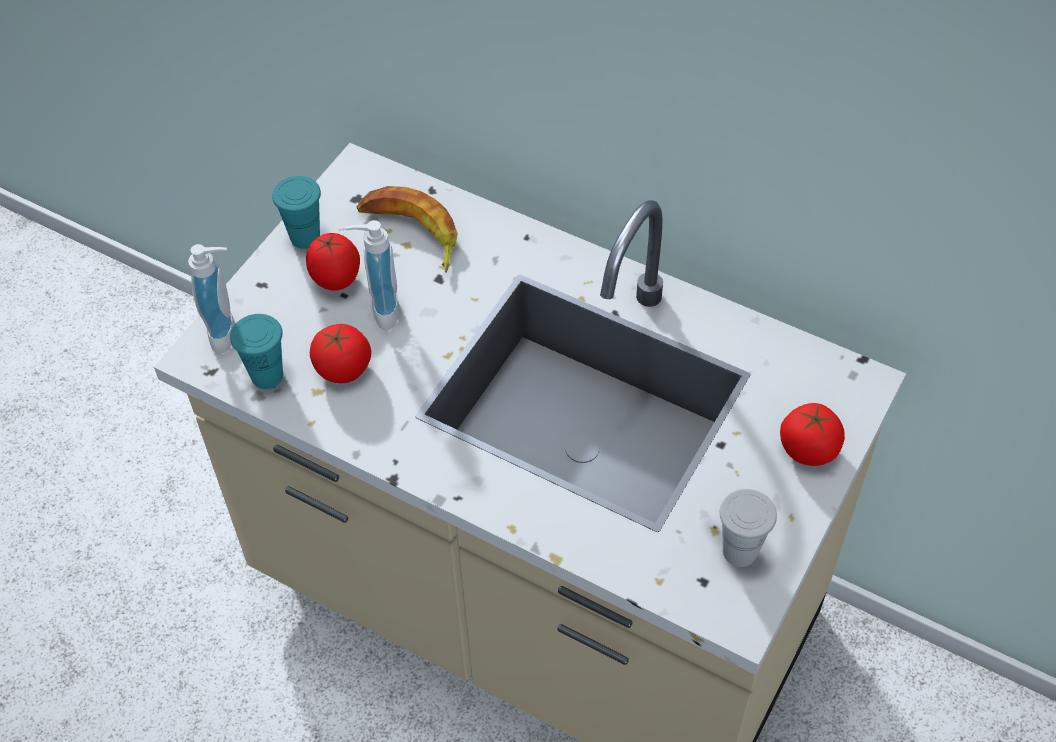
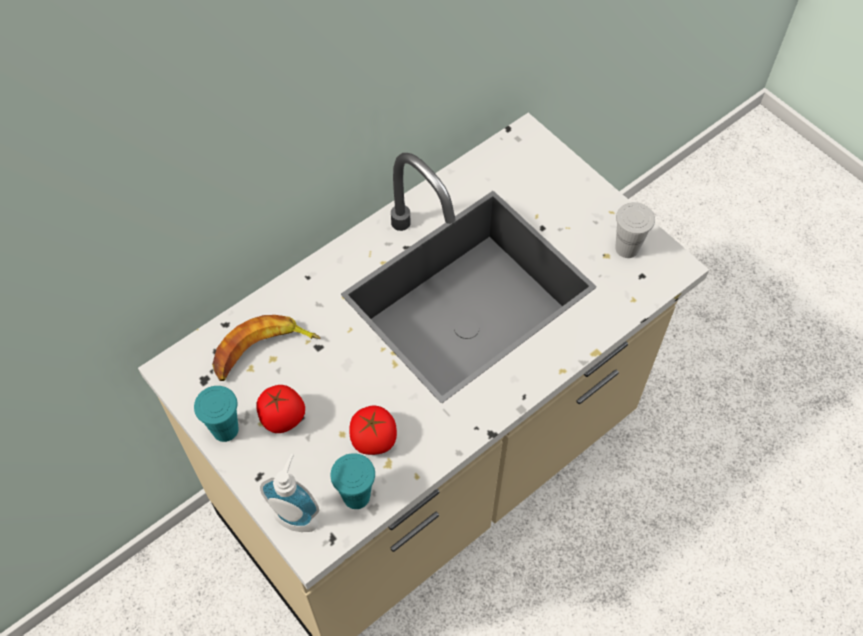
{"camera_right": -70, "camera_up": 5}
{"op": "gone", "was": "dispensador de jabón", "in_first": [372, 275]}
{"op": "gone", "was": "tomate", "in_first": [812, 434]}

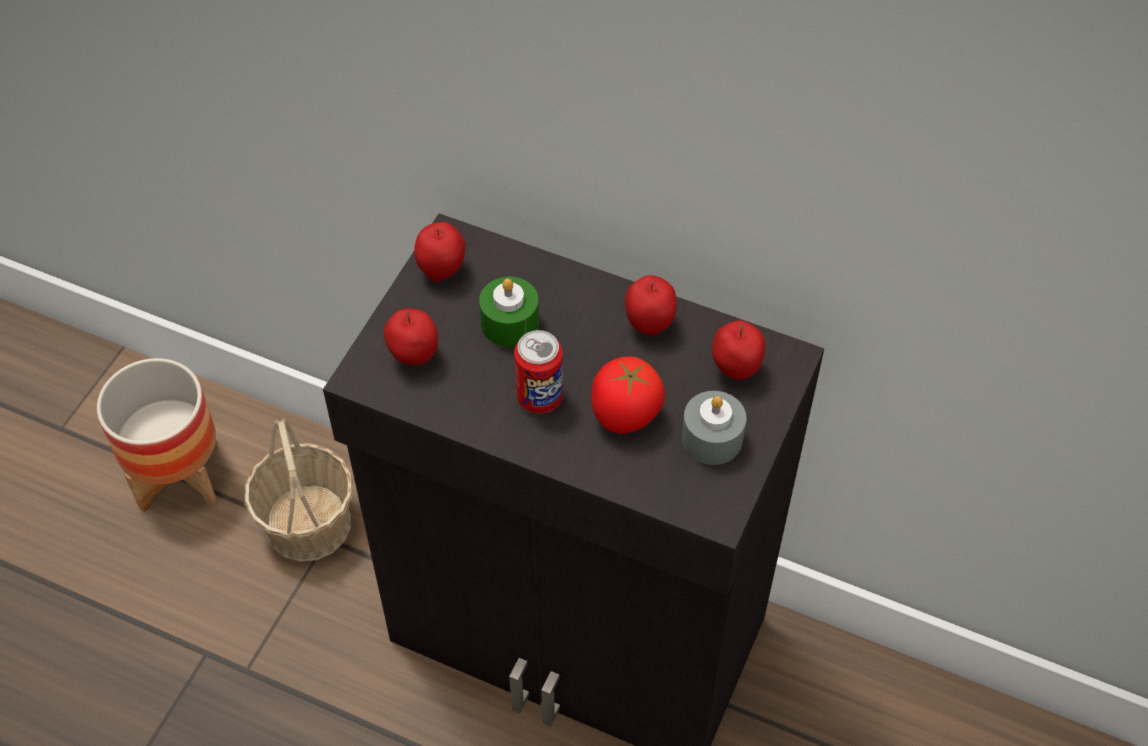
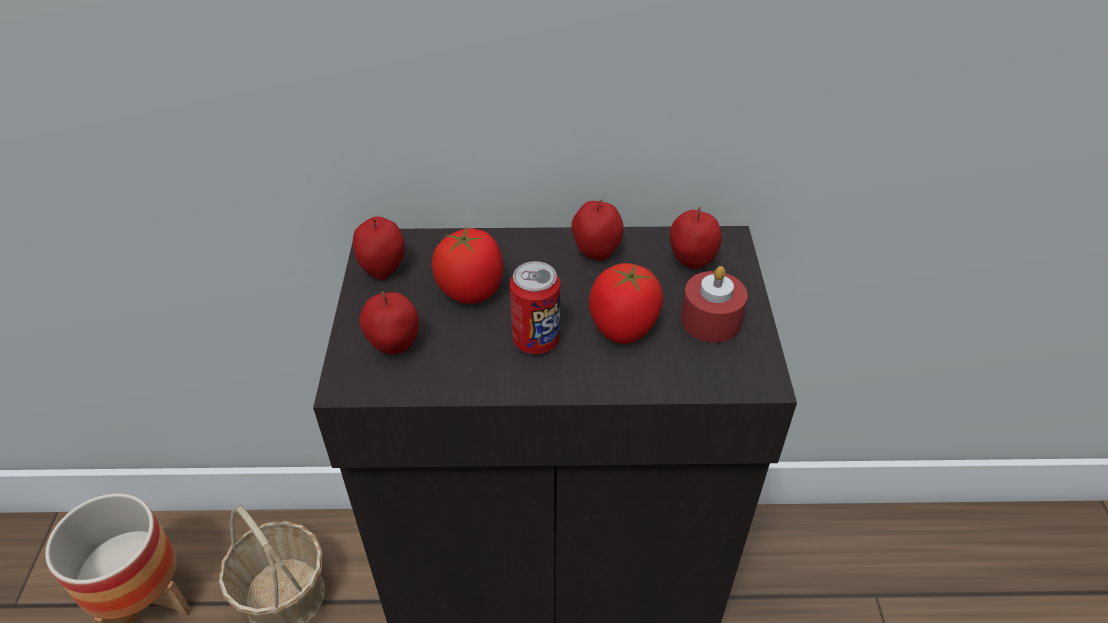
{"camera_right": -25, "camera_up": -10}
{"op": "swapped", "was": "vela (verde)", "now": "tomate", "in_first": [509, 312], "in_second": [467, 265]}
{"op": "repainted", "was": "vela (gris)", "now": "vela (rojo)", "in_first": [714, 428], "in_second": [714, 304]}

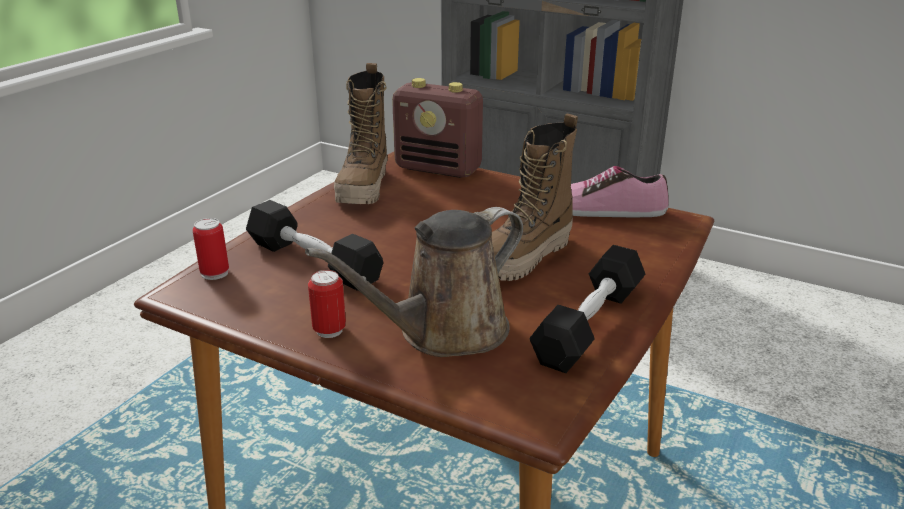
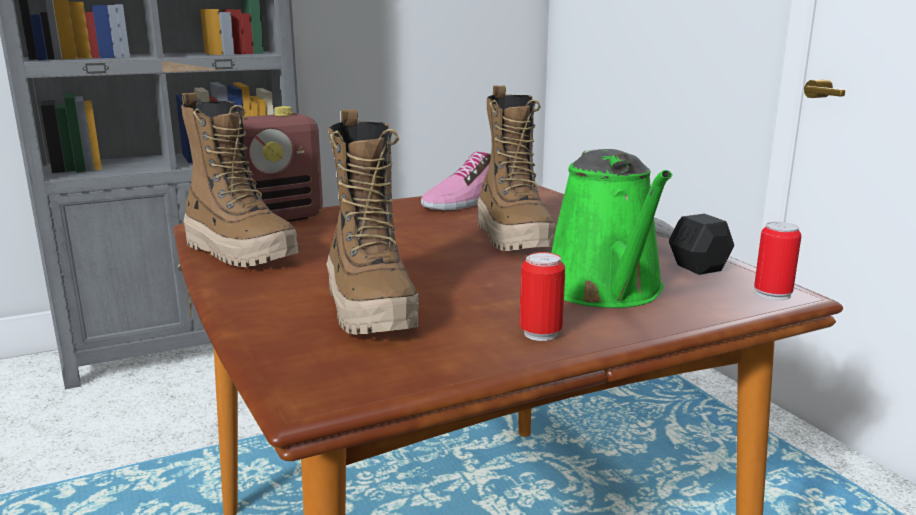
{"camera_right": -55, "camera_up": -10}
{"op": "swapped", "was": "mancuerna (negro)", "now": "bota", "in_first": [314, 245], "in_second": [372, 222]}
{"op": "repainted", "was": "regadera (marrón)", "now": "regadera (verde)", "in_first": [414, 282], "in_second": [612, 228]}
{"op": "shifted", "was": "lata", "in_first": [211, 249], "in_second": [777, 261]}

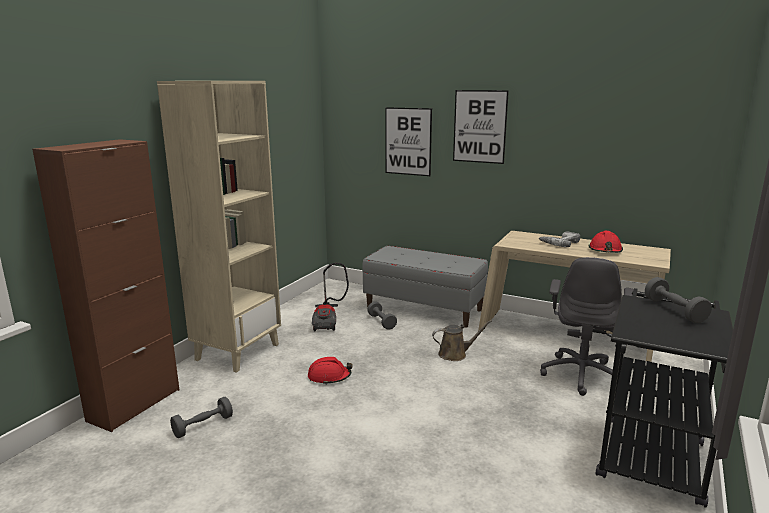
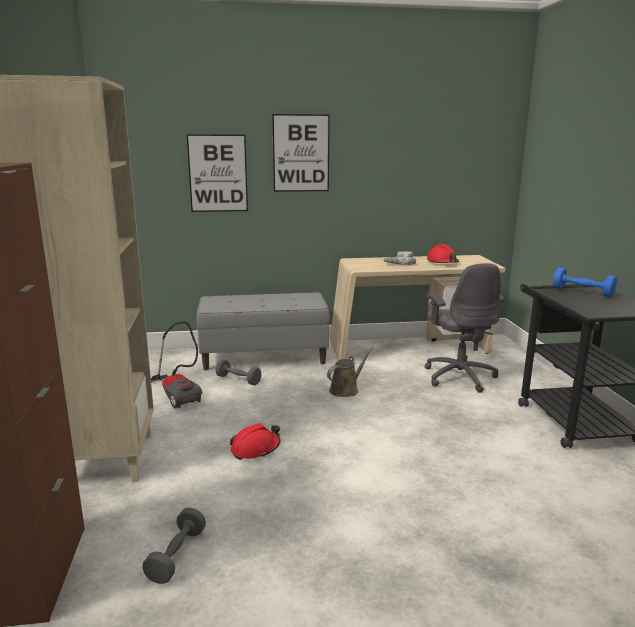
{"camera_right": -35, "camera_up": 0}
{"op": "repainted", "was": "mancuerna (gris)", "now": "mancuerna (azul)", "in_first": [678, 300], "in_second": [585, 282]}

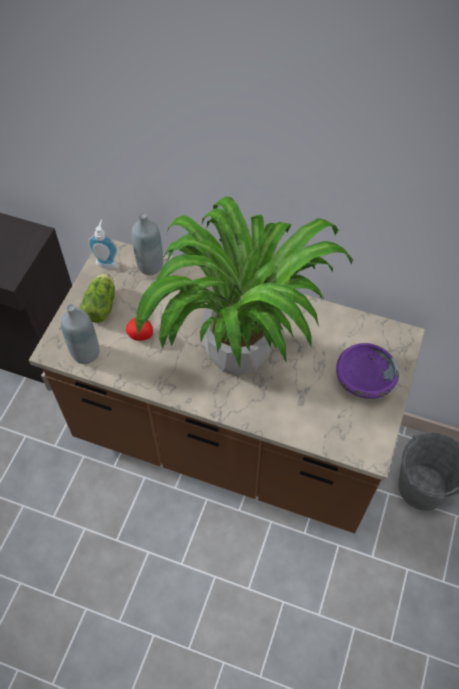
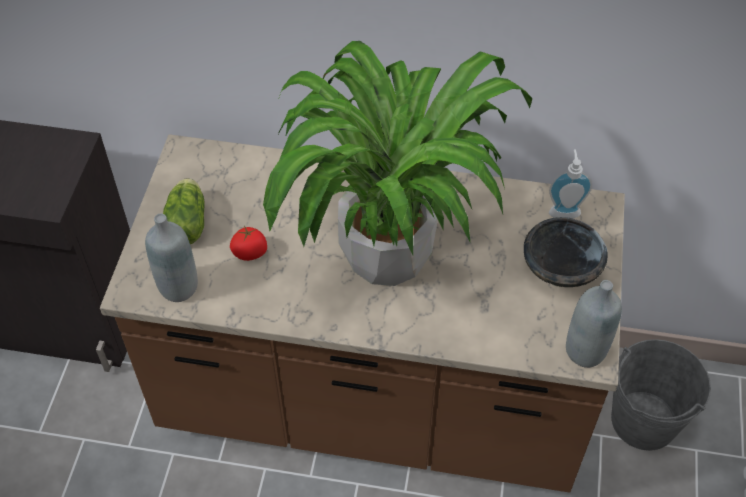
{"camera_right": -10, "camera_up": -5}
{"op": "repainted", "was": "cuenco (morado)", "now": "cuenco (negro)", "in_first": [367, 371], "in_second": [566, 252]}
{"op": "shifted", "was": "dispensador de jabón", "in_first": [103, 244], "in_second": [570, 184]}
{"op": "shifted", "was": "botella (gris)", "in_first": [147, 244], "in_second": [594, 324]}

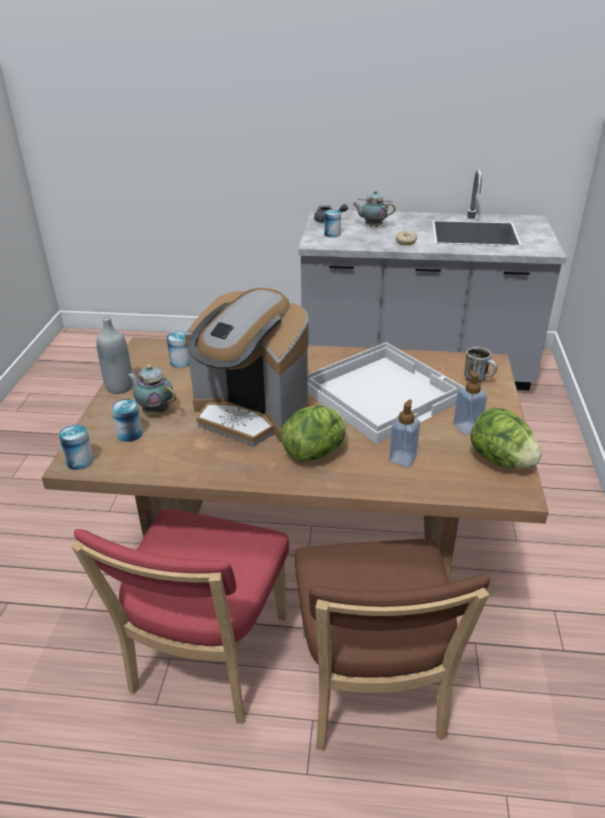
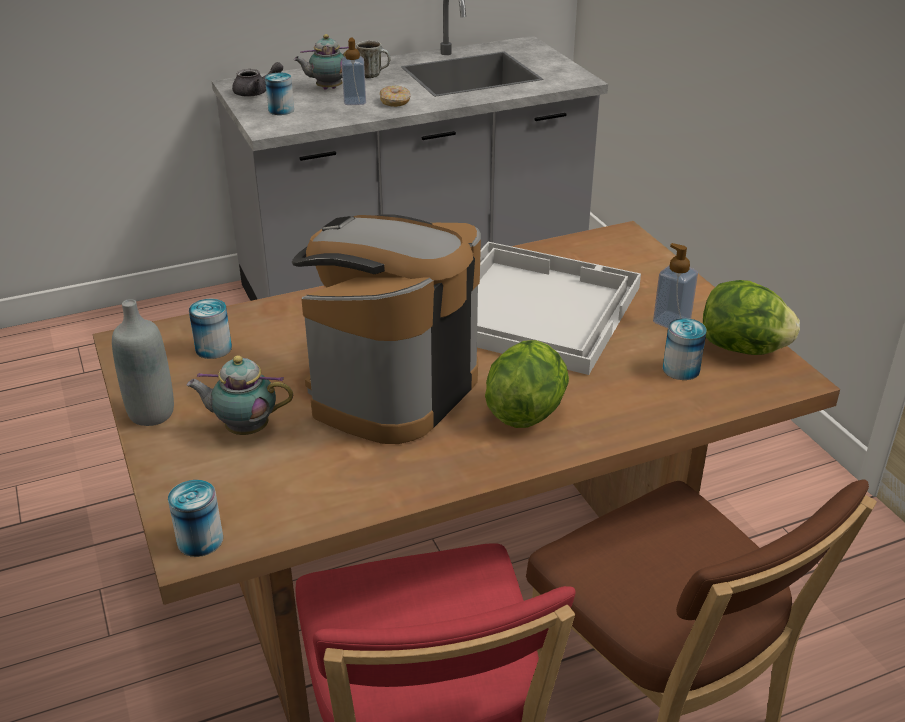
{"camera_right": -30, "camera_up": 0}
{"op": "rotated", "was": "cafetera", "in_first": [247, 367], "in_second": [386, 329], "clockwise": 120}
{"op": "shifted", "was": "dispensador de jabón", "in_first": [404, 433], "in_second": [354, 71]}
{"op": "shifted", "was": "taza grande", "in_first": [480, 365], "in_second": [373, 59]}
{"op": "shifted", "was": "lata", "in_first": [127, 420], "in_second": [685, 349]}

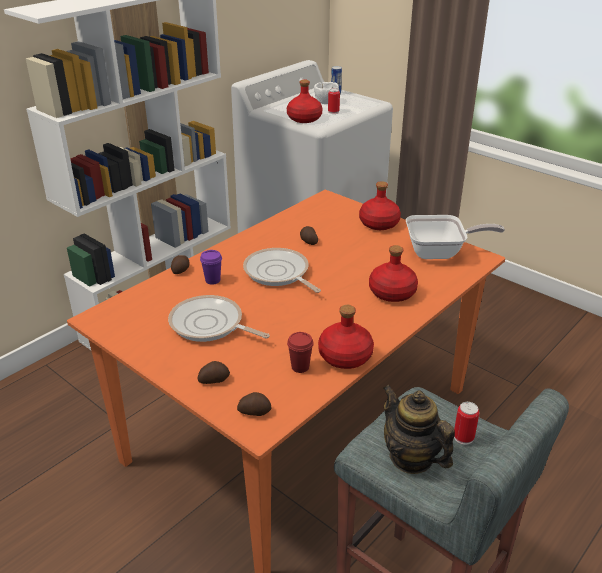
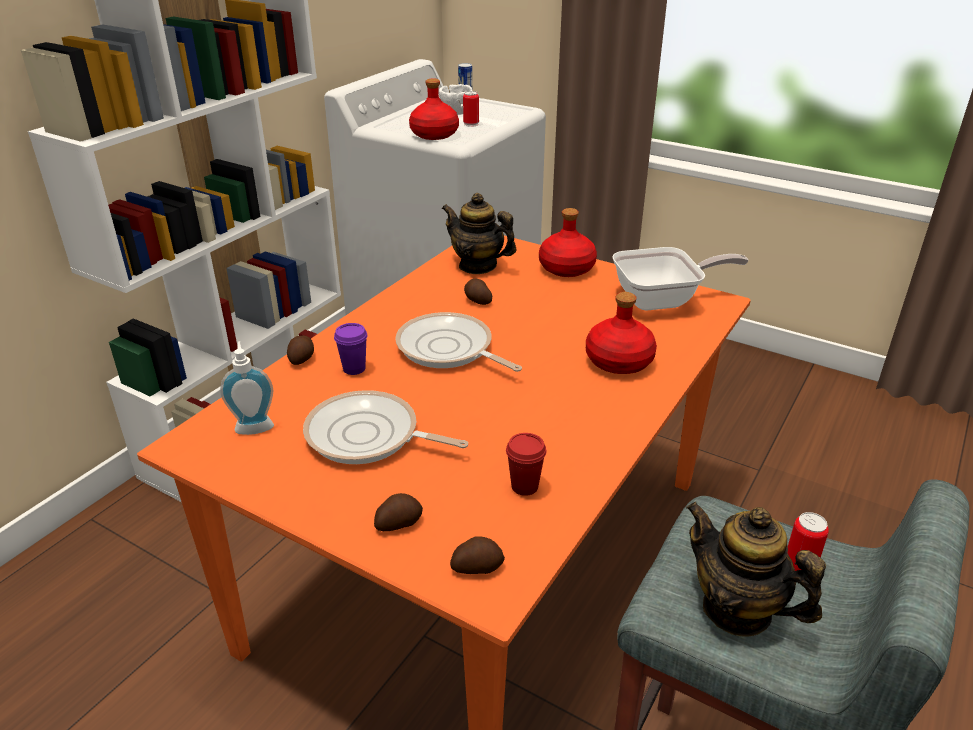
{"camera_right": -10, "camera_up": 0}
{"op": "new", "now": "dispensador de jabón", "in_second": [247, 388]}
{"op": "new", "now": "tetera", "in_second": [479, 233]}
{"op": "gone", "was": "botella (rojo)", "in_first": [346, 337]}

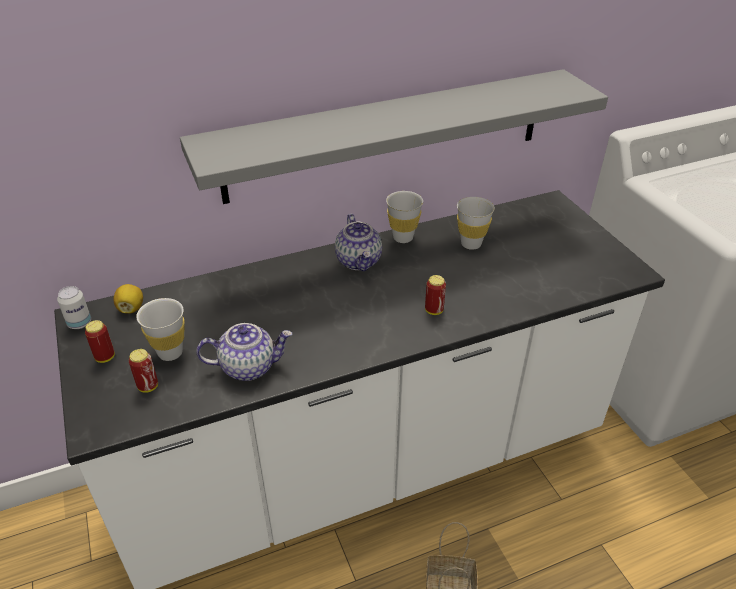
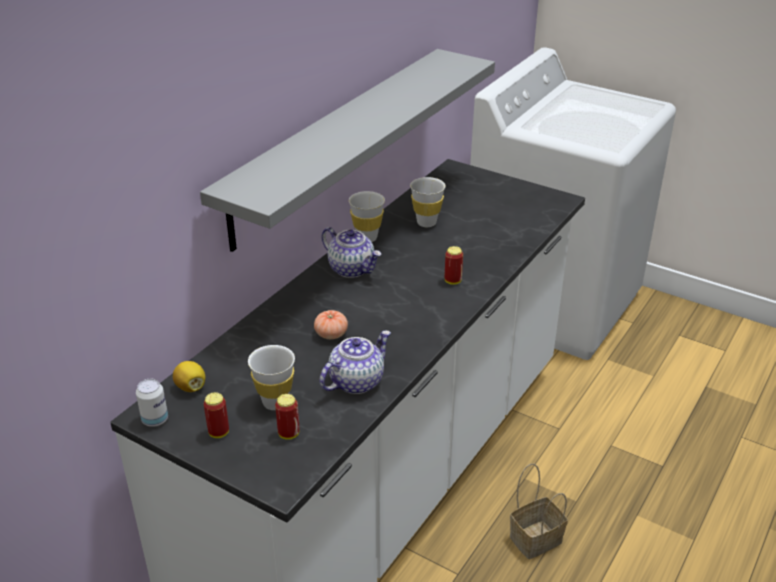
{"camera_right": -35, "camera_up": -5}
{"op": "new", "now": "tomate", "in_second": [331, 324]}

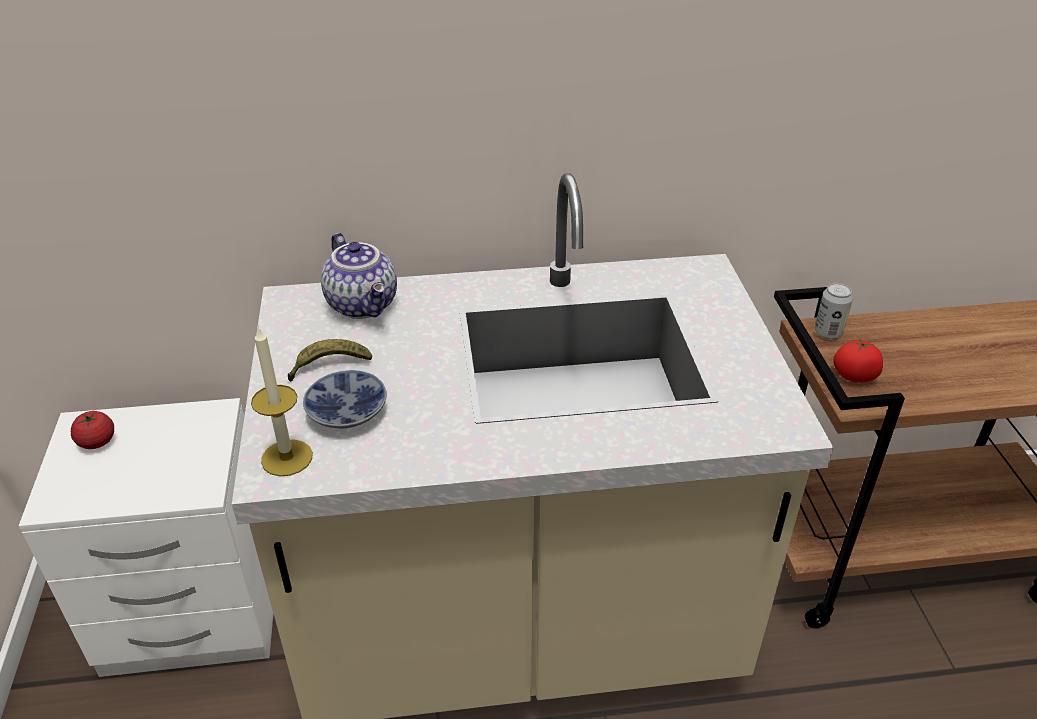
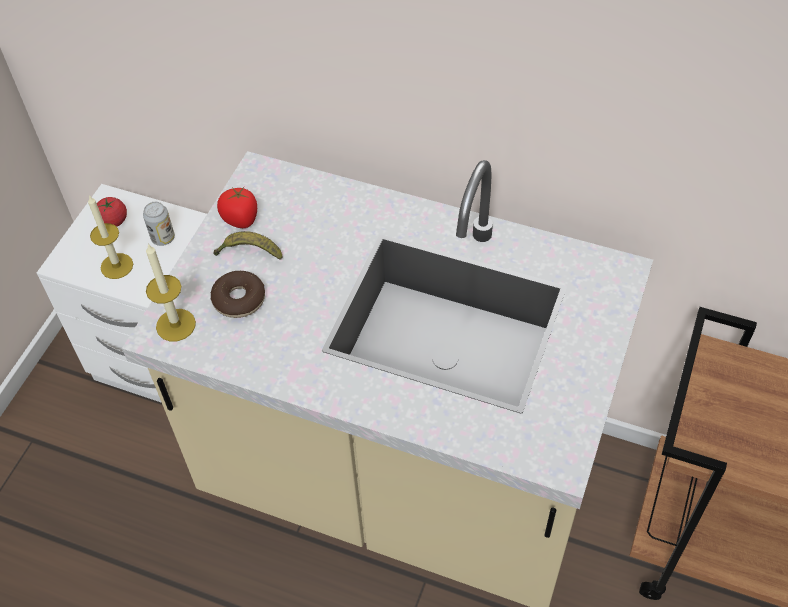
{"camera_right": 30, "camera_up": 15}
{"op": "new", "now": "vela", "in_second": [110, 237]}
{"op": "shifted", "was": "lata", "in_first": [834, 311], "in_second": [159, 224]}
{"op": "swapped", "was": "cuenco", "now": "rosquilla", "in_first": [345, 399], "in_second": [238, 294]}
{"op": "shifted", "was": "tomate", "in_first": [858, 360], "in_second": [237, 207]}
{"op": "gone", "was": "tetera", "in_first": [359, 276]}

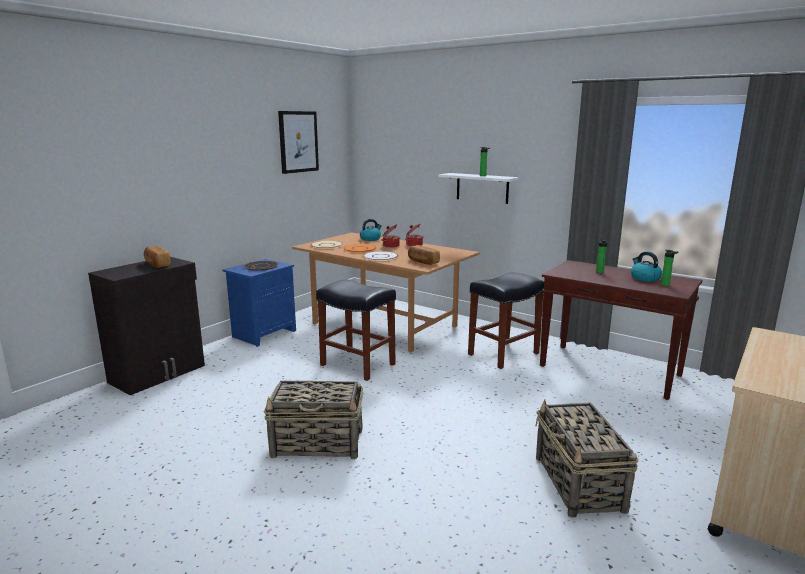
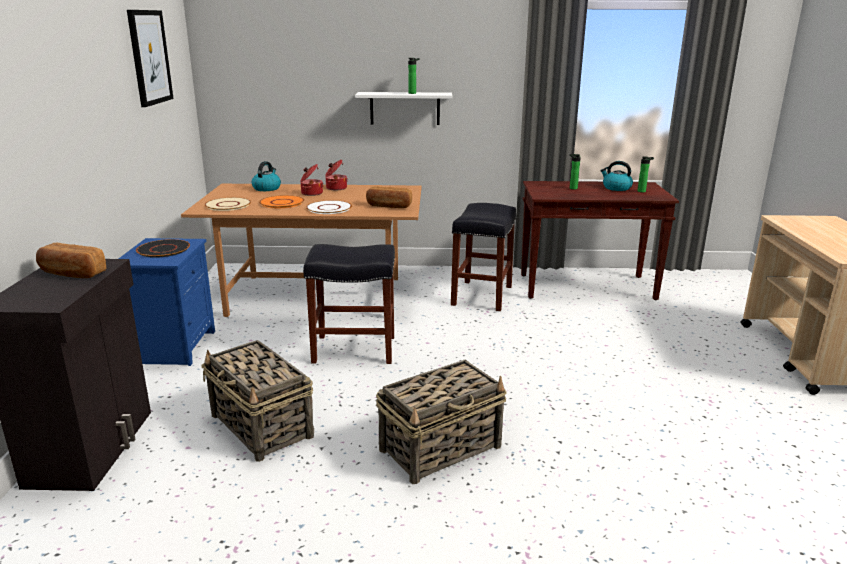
{"camera_right": -35, "camera_up": 5}
{"op": "shifted", "was": "cesta", "in_first": [587, 459], "in_second": [257, 401]}

